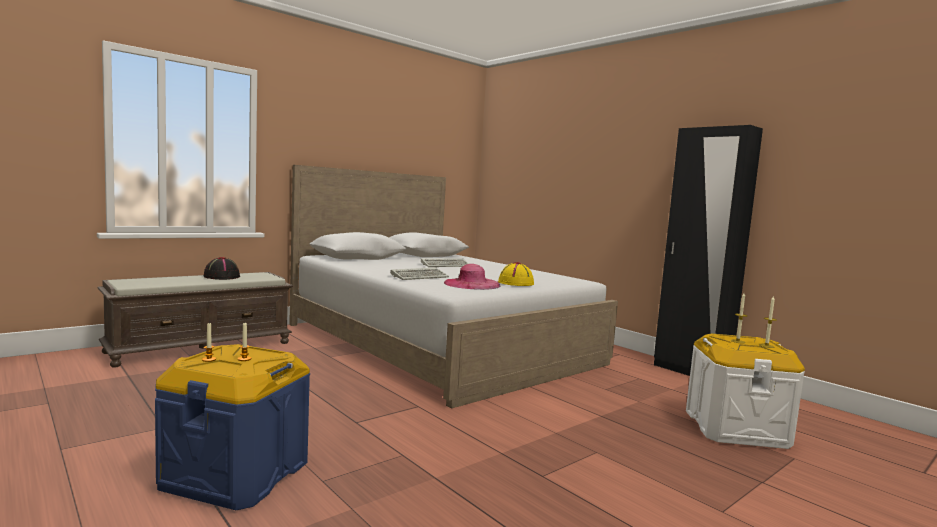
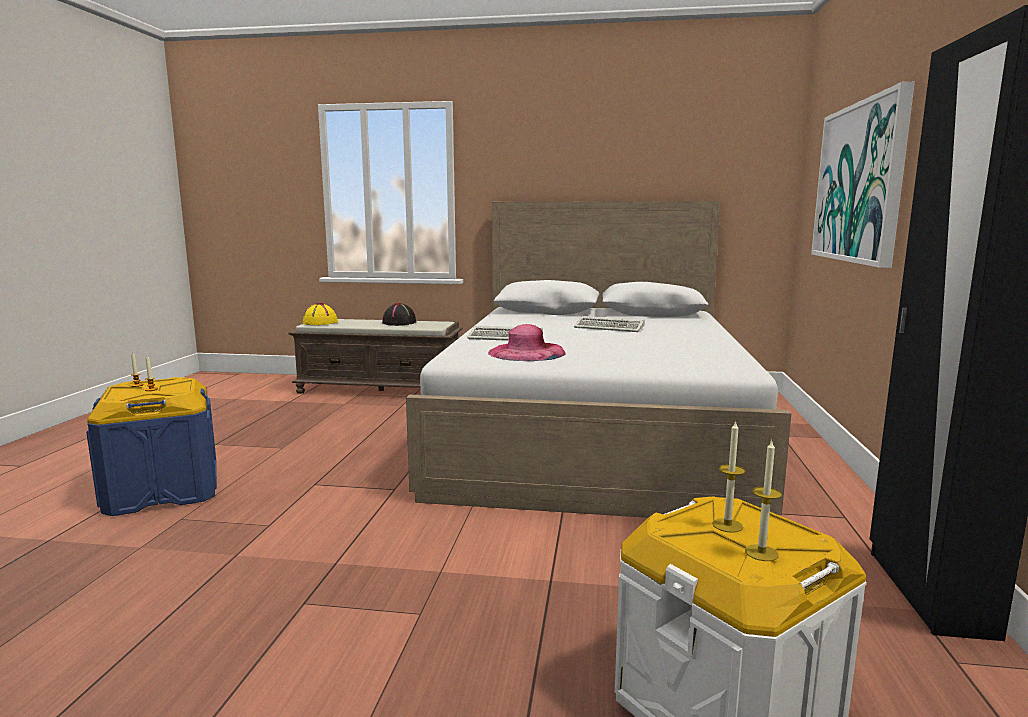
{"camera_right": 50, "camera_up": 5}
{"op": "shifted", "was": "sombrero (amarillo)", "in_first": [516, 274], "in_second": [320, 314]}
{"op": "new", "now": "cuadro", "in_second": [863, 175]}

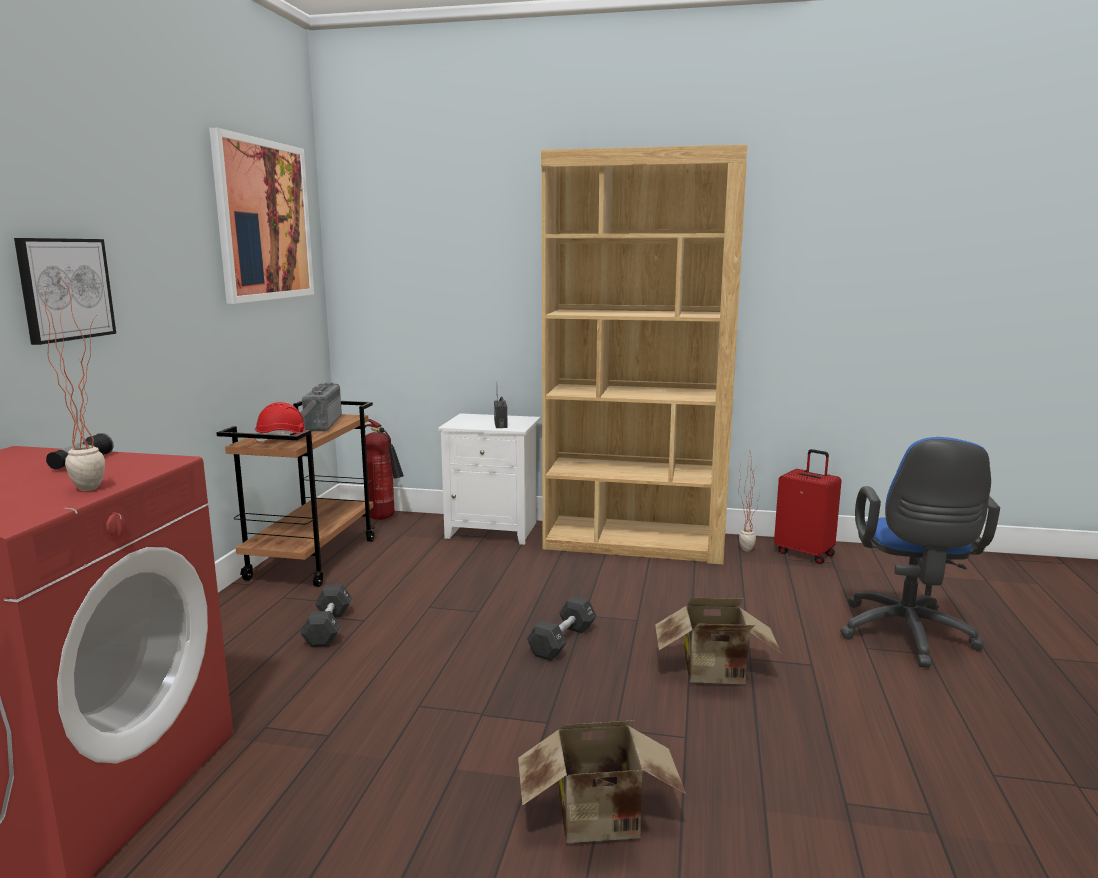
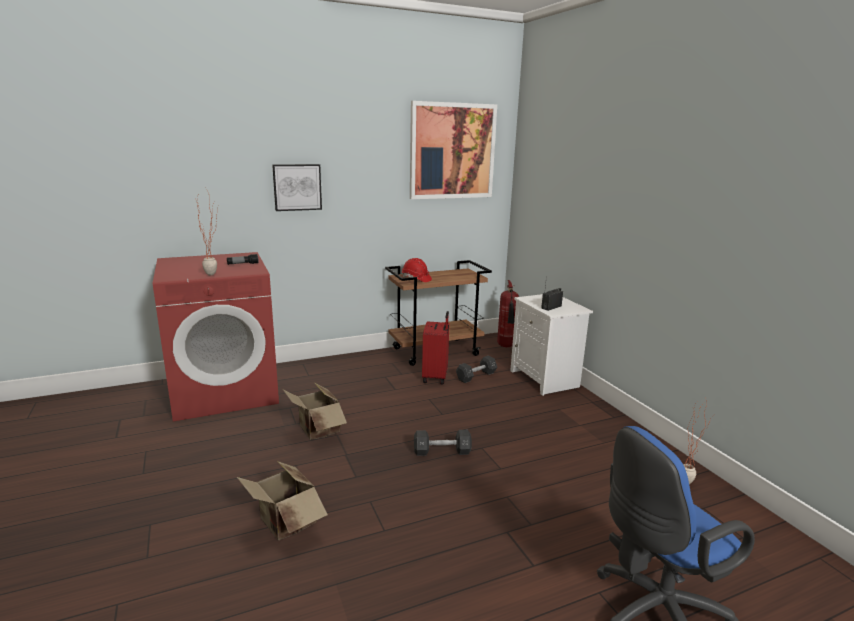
{"camera_right": 55, "camera_up": 5}
{"op": "shifted", "was": "caja de cartón", "in_first": [718, 640], "in_second": [315, 411]}
{"op": "shifted", "was": "maleta (rojo)", "in_first": [807, 506], "in_second": [436, 348]}
{"op": "shifted", "was": "mancuerna (negro)", "in_first": [326, 615], "in_second": [476, 369]}
{"op": "gone", "was": "radio", "in_first": [321, 406]}
{"op": "gone", "was": "estantería (marrón)", "in_first": [644, 354]}

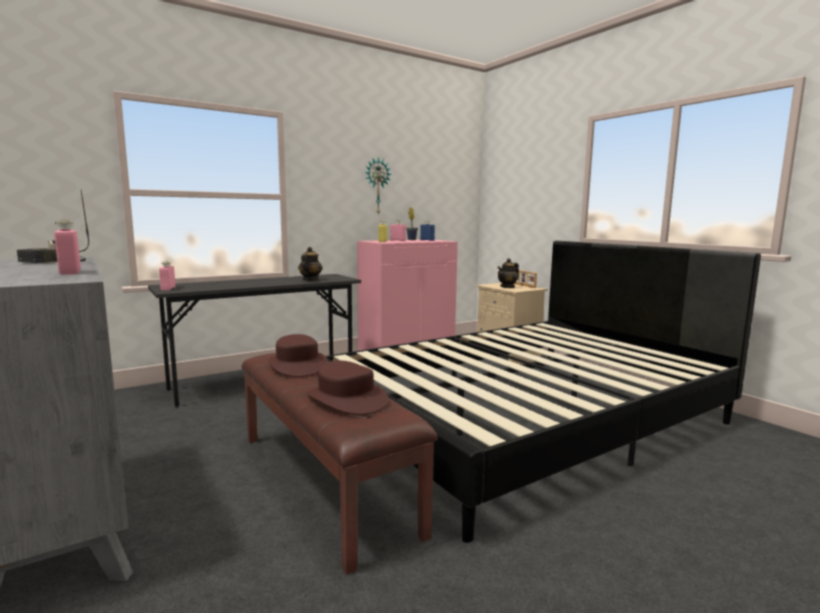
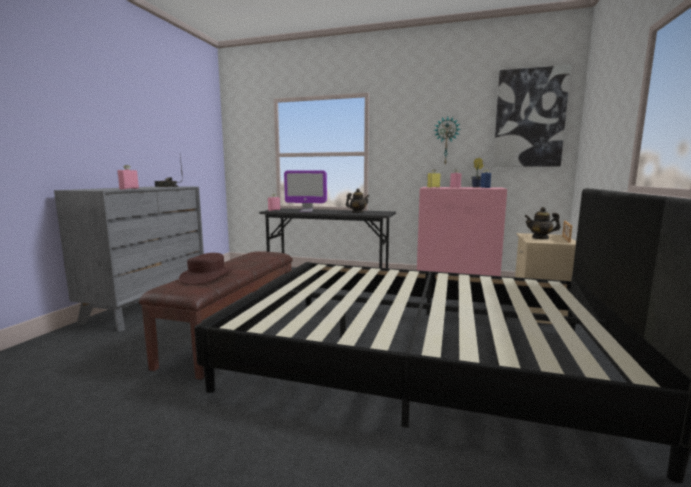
{"camera_right": 50, "camera_up": 0}
{"op": "new", "now": "monitor", "in_second": [305, 191]}
{"op": "new", "now": "cuadro", "in_second": [532, 116]}
{"op": "gone", "was": "sombrero (marrón)", "in_first": [297, 355]}

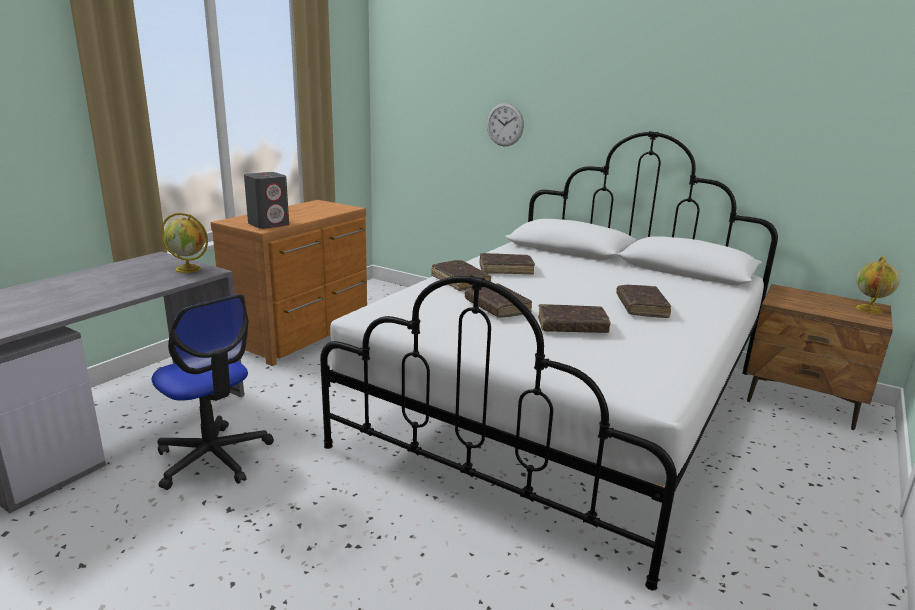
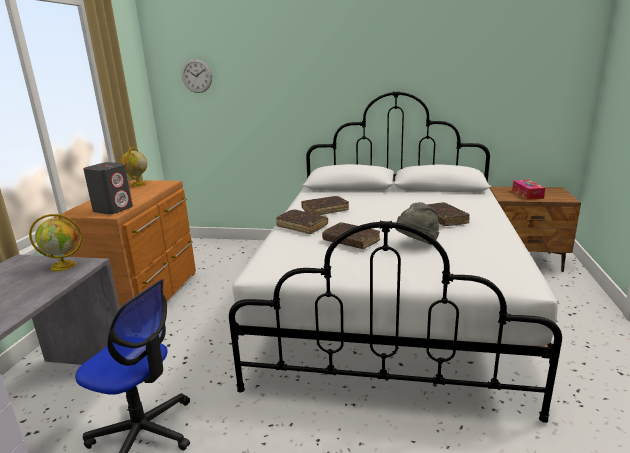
{"camera_right": -20, "camera_up": 0}
{"op": "shifted", "was": "globo terráqueo", "in_first": [878, 285], "in_second": [134, 167]}
{"op": "shifted", "was": "reloj de pared", "in_first": [505, 124], "in_second": [197, 76]}
{"op": "swapped", "was": "libro (marrón)", "now": "sombrero (gris)", "in_first": [574, 318], "in_second": [417, 223]}
{"op": "new", "now": "caja de pañuelos", "in_second": [528, 190]}

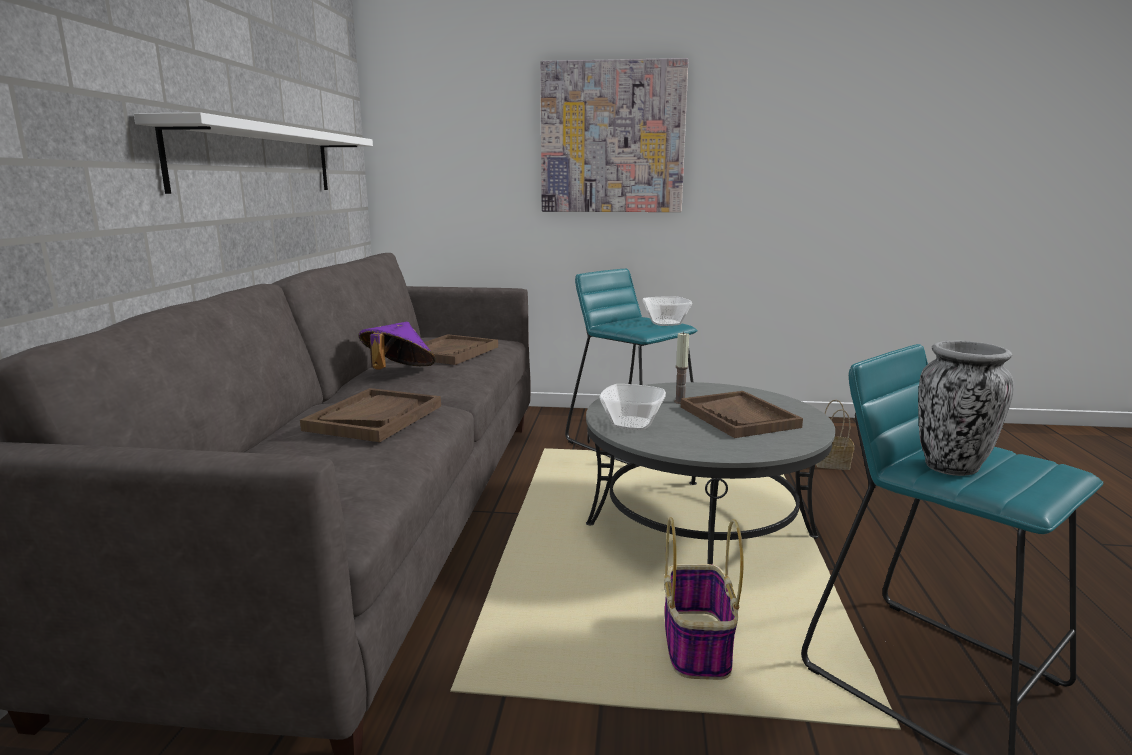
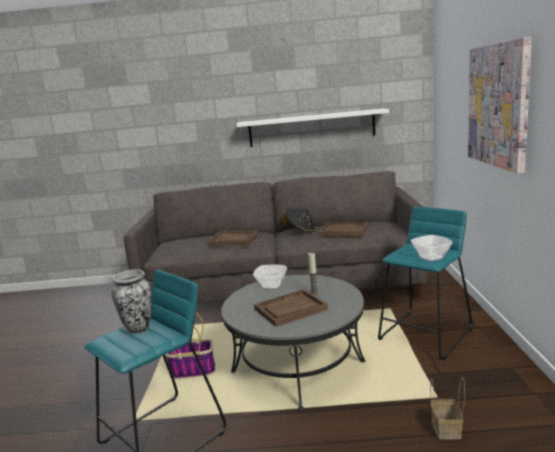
{"camera_right": 85, "camera_up": 0}
{"op": "repainted", "was": "sombrero (morado)", "now": "sombrero (negro)", "in_first": [397, 346], "in_second": [298, 220]}

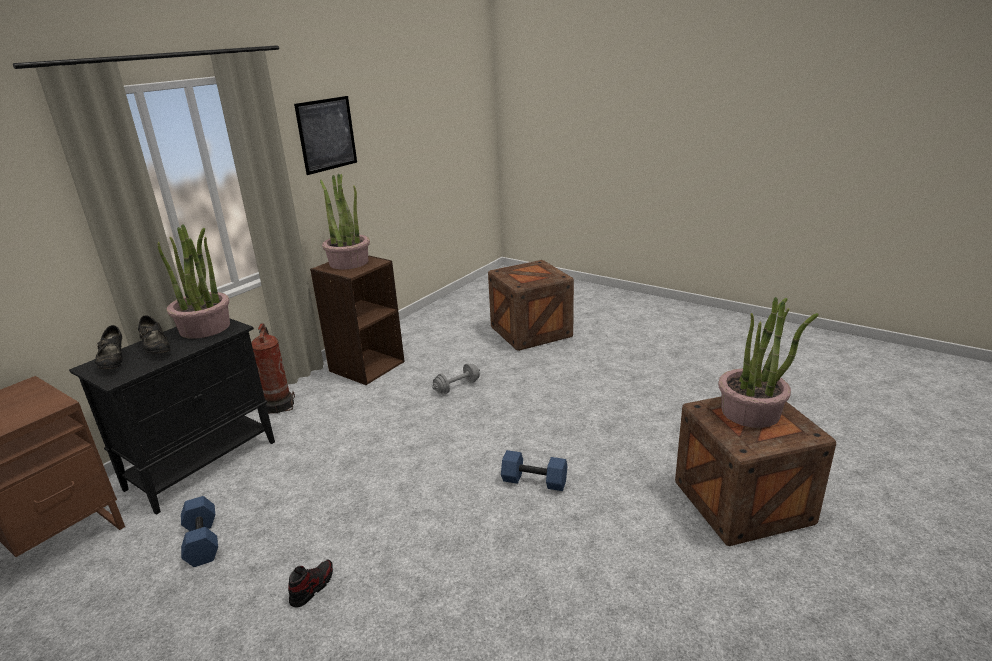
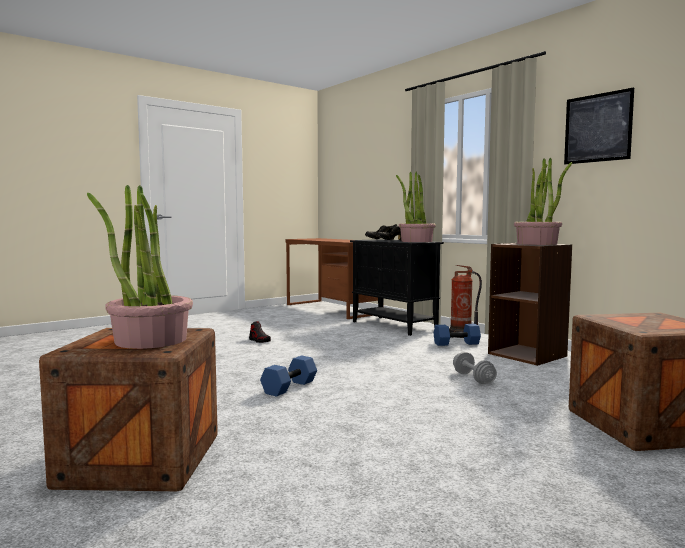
{"camera_right": 105, "camera_up": -20}
{"op": "shifted", "was": "mancuerna (azul)", "in_first": [199, 531], "in_second": [457, 335]}

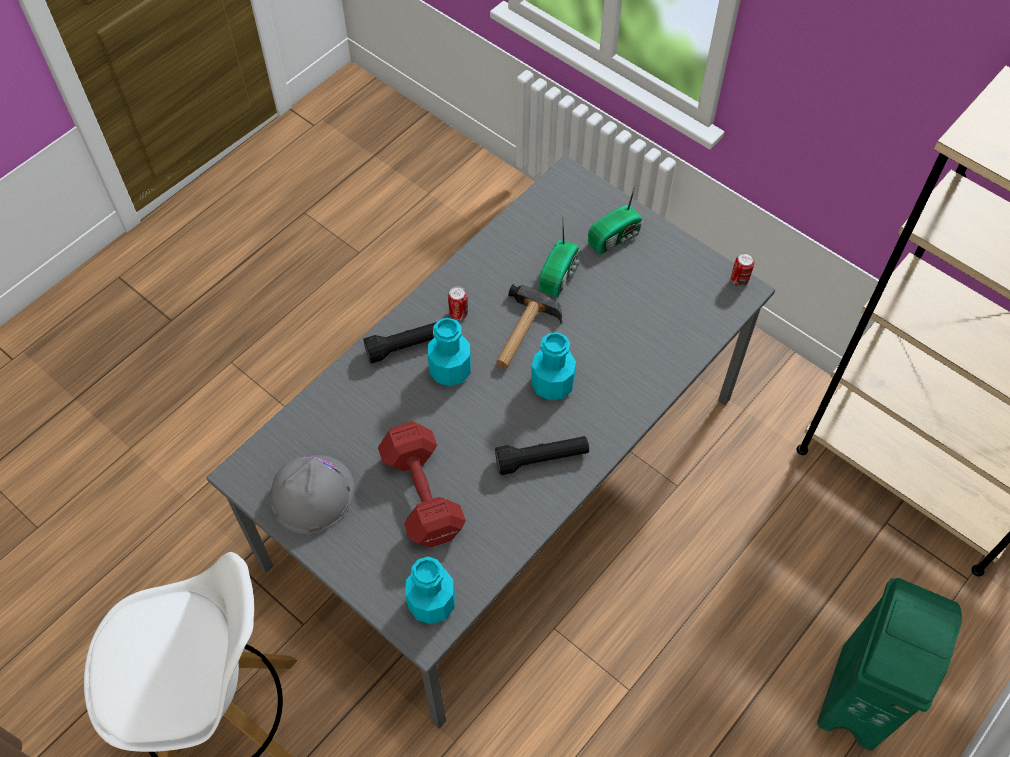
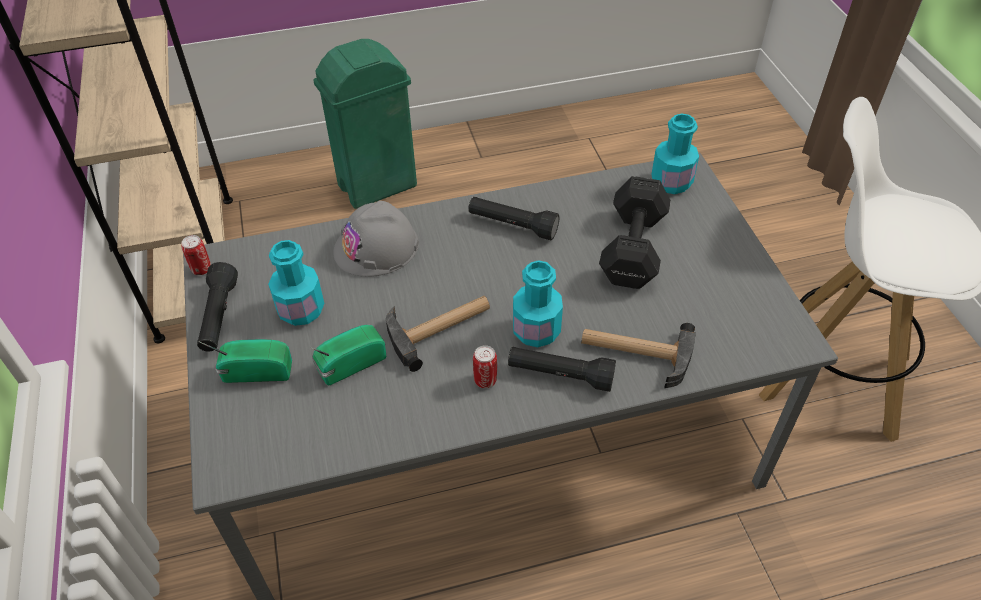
{"camera_right": -145, "camera_up": -10}
{"op": "new", "now": "linterna (negro)", "in_second": [217, 307]}
{"op": "shifted", "was": "botella (turquesa)", "in_first": [553, 366], "in_second": [296, 283]}
{"op": "shifted", "was": "casco (gris)", "in_first": [312, 494], "in_second": [376, 239]}
{"op": "new", "now": "martillo", "in_second": [638, 355]}
{"op": "repainted", "was": "mancuerna (rojo)", "now": "mancuerna (negro)", "in_first": [422, 484], "in_second": [635, 232]}

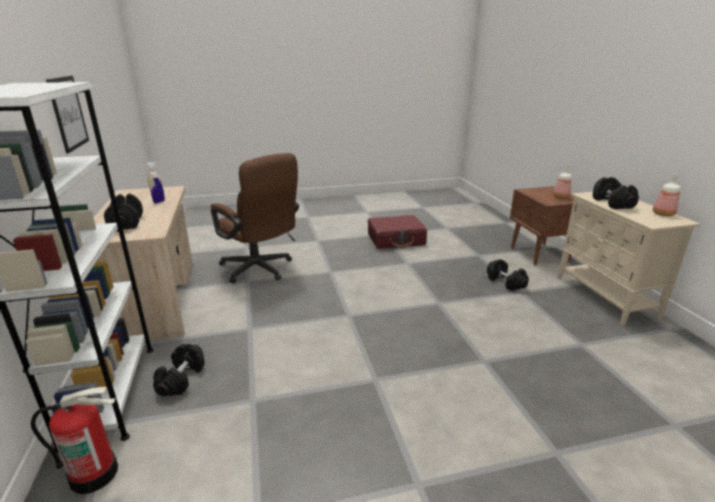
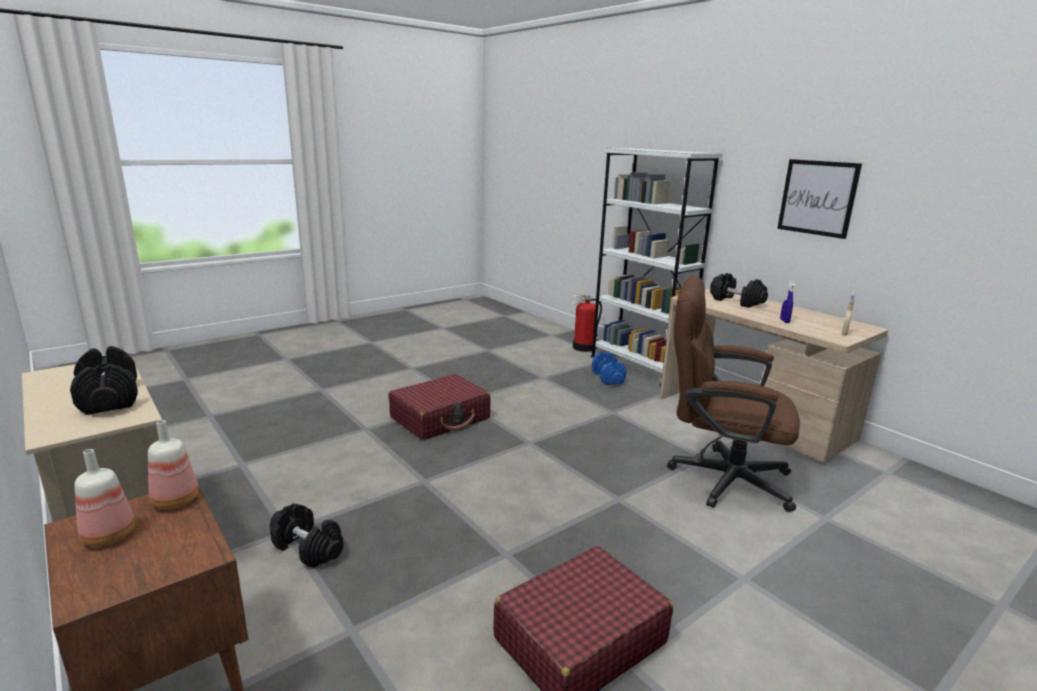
{"camera_right": 155, "camera_up": -5}
{"op": "shifted", "was": "botella", "in_first": [667, 194], "in_second": [173, 464]}
{"op": "new", "now": "maleta (rojo)", "in_second": [439, 407]}
{"op": "repainted", "was": "mancuerna (negro)", "now": "mancuerna (azul)", "in_first": [179, 370], "in_second": [609, 368]}

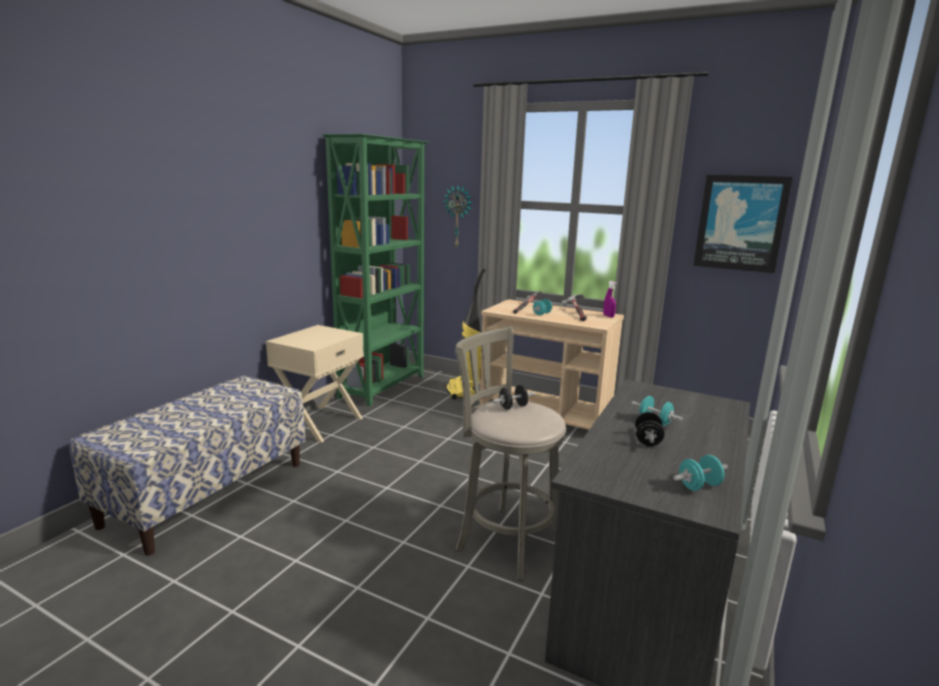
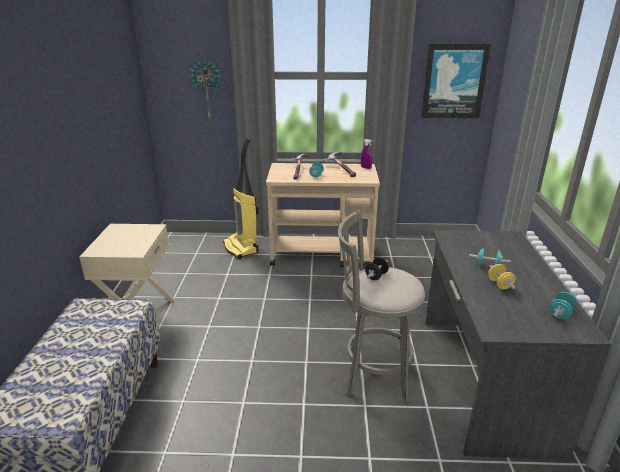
{"camera_right": -25, "camera_up": 10}
{"op": "repainted", "was": "mancuerna (negro)", "now": "mancuerna (amarillo)", "in_first": [649, 429], "in_second": [501, 276]}
{"op": "gone", "was": "estantería (verde)", "in_first": [375, 270]}

